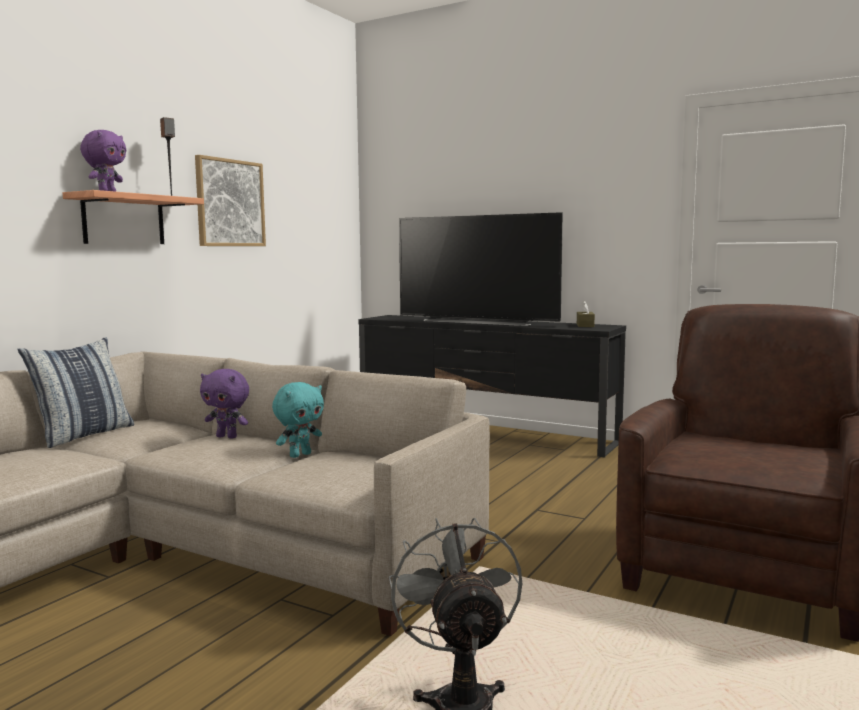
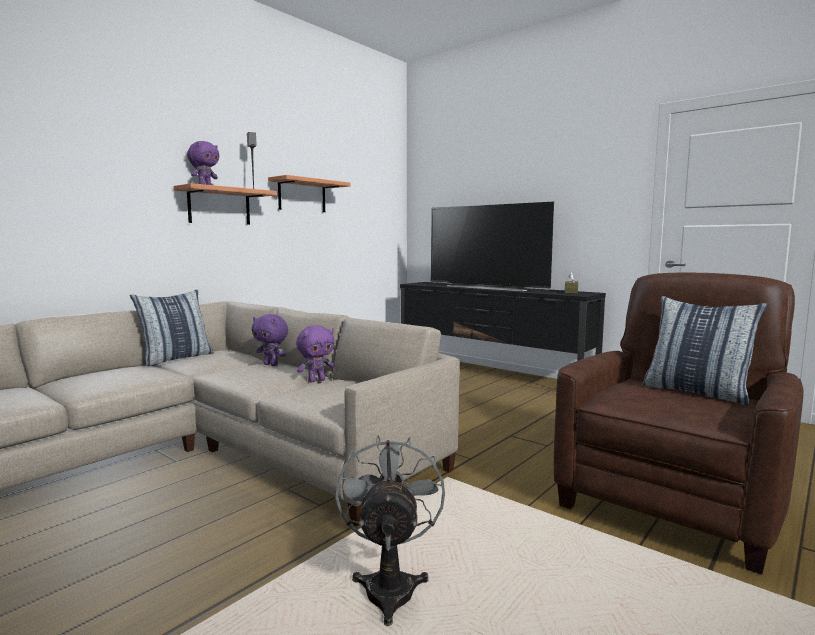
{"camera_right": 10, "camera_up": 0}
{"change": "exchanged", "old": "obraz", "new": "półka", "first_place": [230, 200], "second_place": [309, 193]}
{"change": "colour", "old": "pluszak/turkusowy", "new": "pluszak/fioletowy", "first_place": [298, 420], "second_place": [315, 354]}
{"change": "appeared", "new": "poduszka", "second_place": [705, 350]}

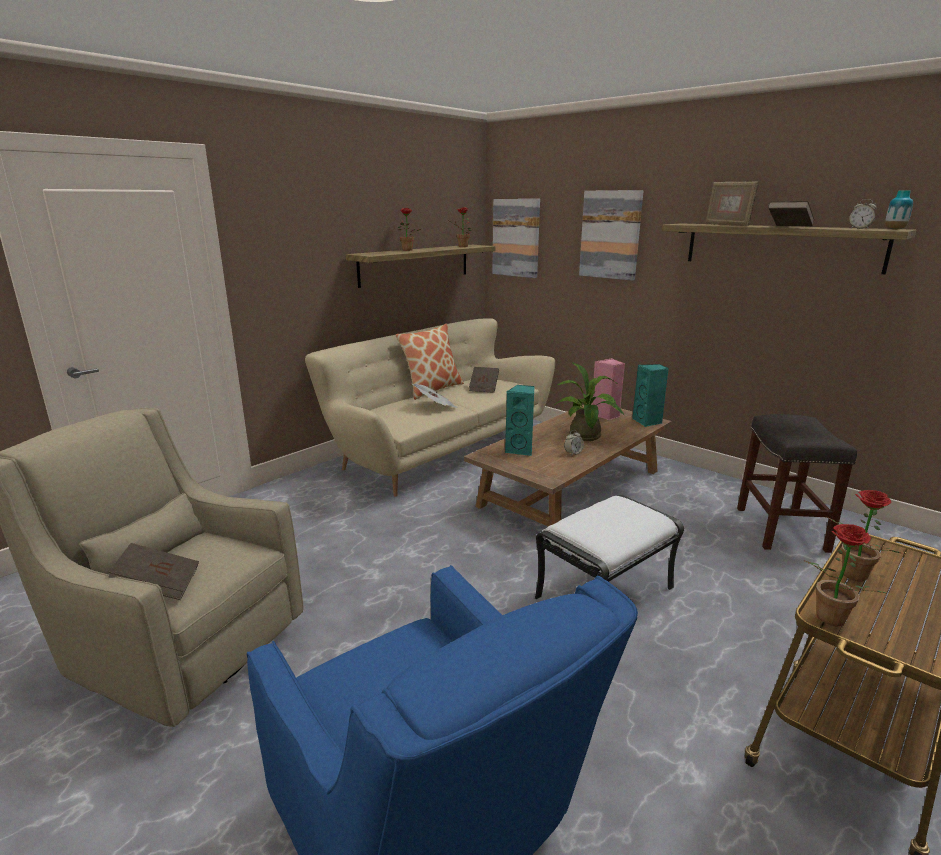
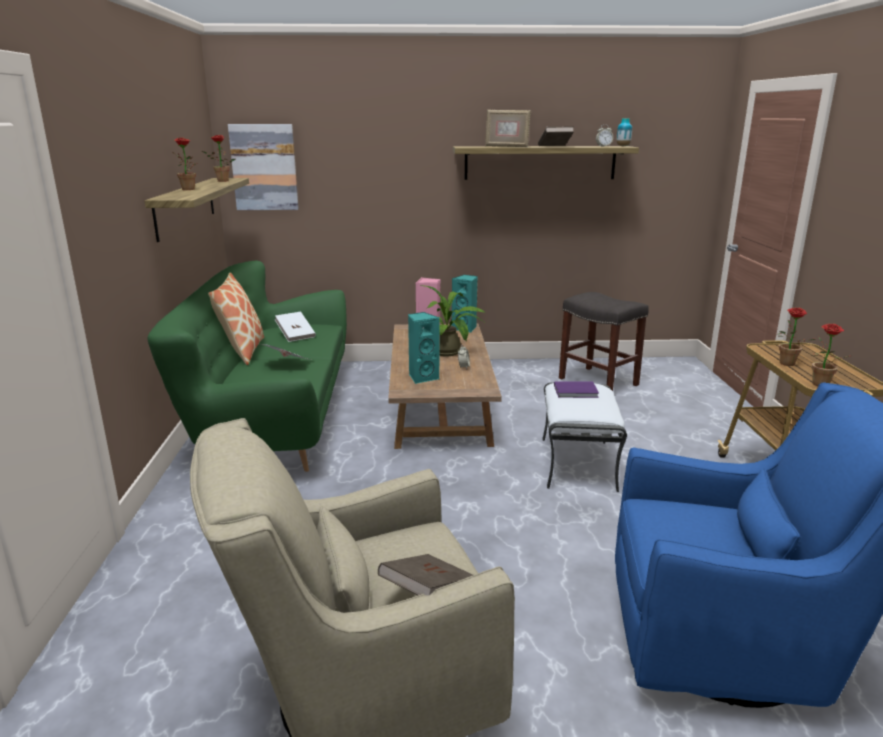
{"camera_right": -45, "camera_up": 0}
{"change": "colour", "old": "kanapa/beżowy", "new": "kanapa/zielony", "first_place": [430, 407], "second_place": [247, 366]}
{"change": "colour", "old": "książka/brązowy", "new": "książka/biały", "first_place": [484, 380], "second_place": [295, 327]}
{"change": "missing", "old": "obraz", "first_place": [611, 235]}
{"change": "appeared", "new": "książka/fioletowy", "second_place": [576, 389]}

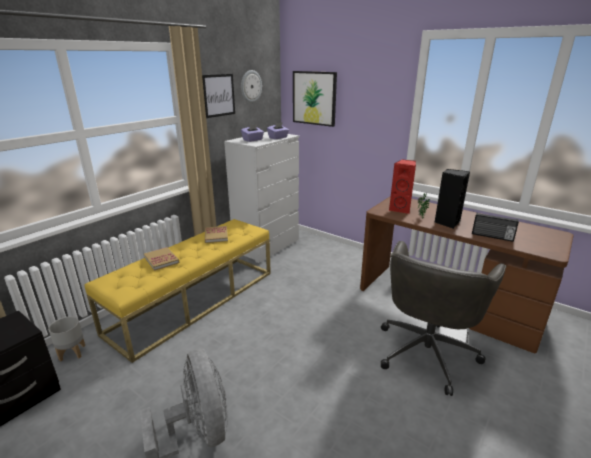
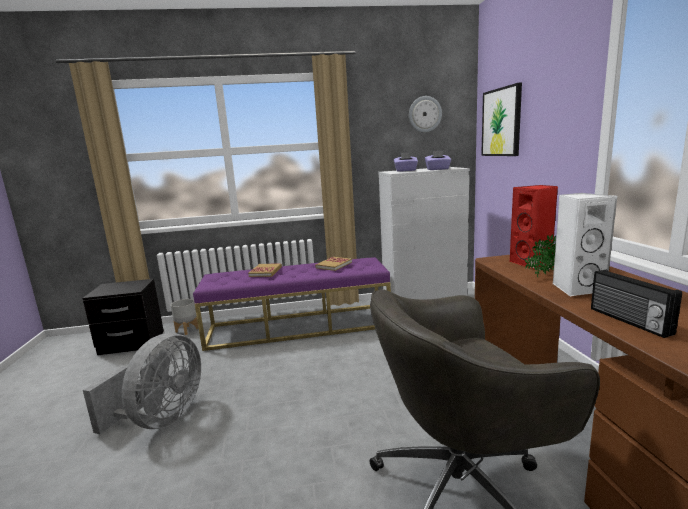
{"camera_right": 45, "camera_up": -10}
{"change": "colour", "old": "ławka/żółty", "new": "ławka/fioletowy", "first_place": [178, 291], "second_place": [292, 304]}
{"change": "missing", "old": "obraz", "first_place": [218, 96]}
{"change": "colour", "old": "głośnik/czarny", "new": "głośnik/biały", "first_place": [452, 199], "second_place": [585, 245]}

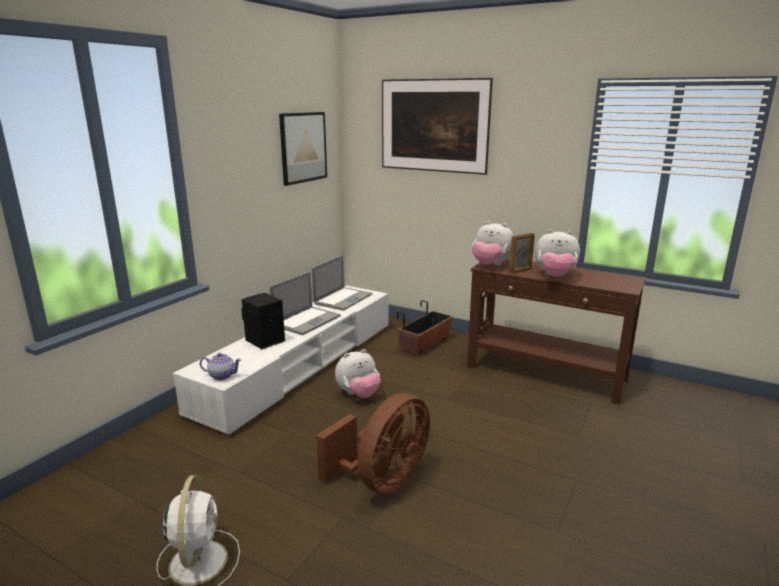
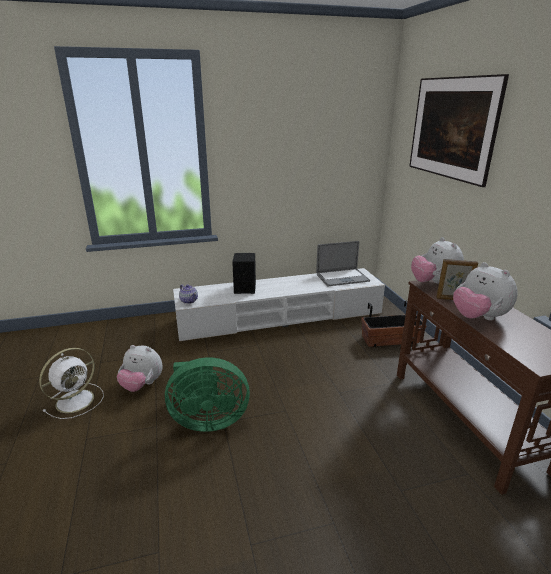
{"camera_right": 45, "camera_up": 5}
{"change": "missing", "old": "laptop", "first_place": [305, 303]}
{"change": "missing", "old": "obraz", "first_place": [303, 149]}
{"change": "colour", "old": "wentylator/brązowy", "new": "wentylator/zielony", "first_place": [373, 443], "second_place": [207, 395]}
{"change": "relocated", "old": "pluszak", "first_place": [358, 373], "second_place": [140, 368]}

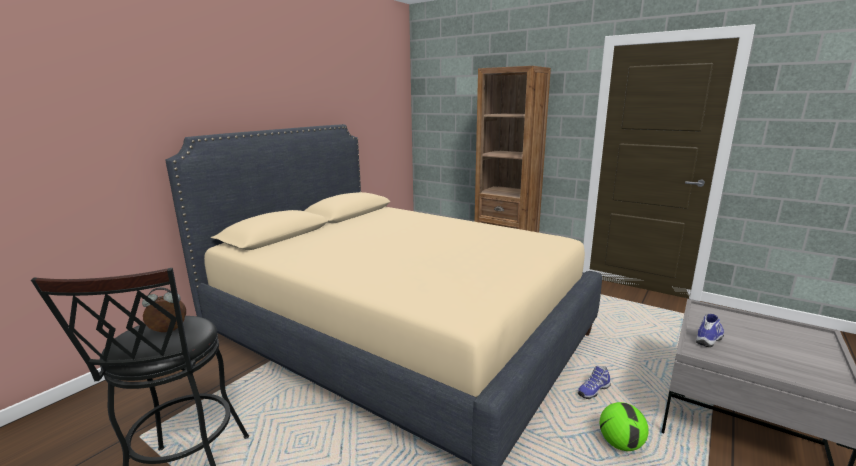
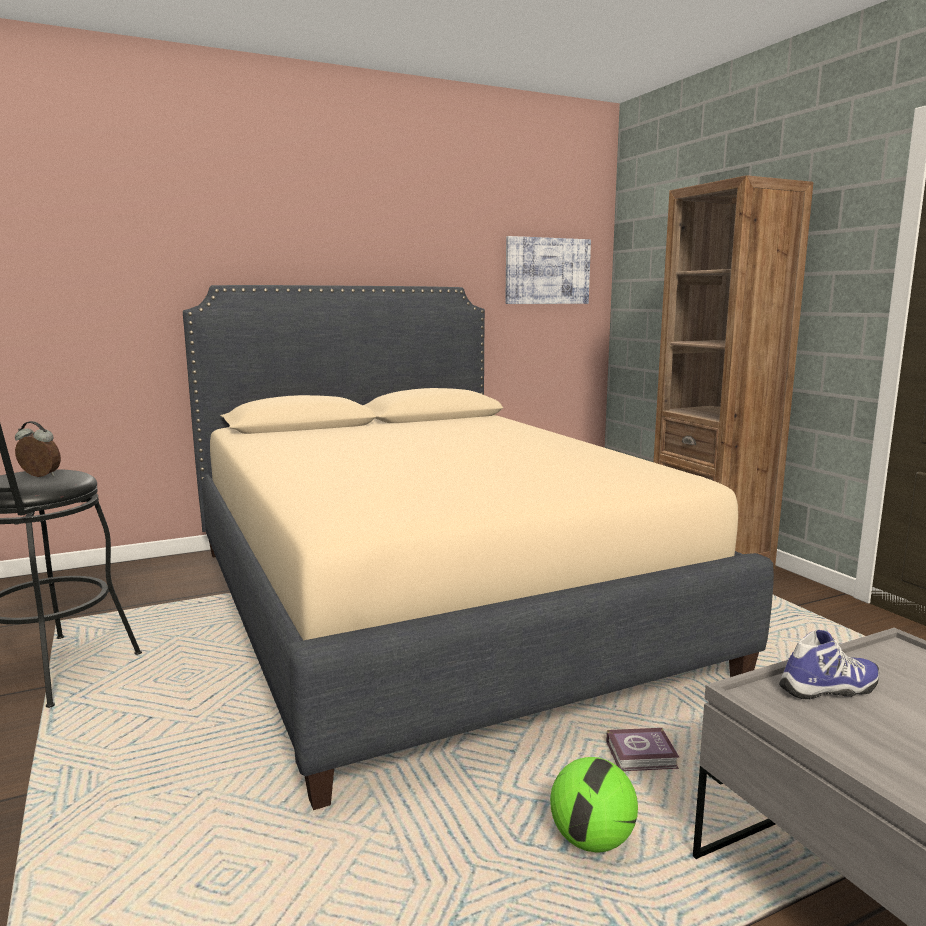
{"camera_right": 30, "camera_up": -5}
{"change": "exchanged", "old": "but", "new": "książka", "first_place": [594, 382], "second_place": [643, 749]}
{"change": "appeared", "new": "obraz", "second_place": [548, 270]}

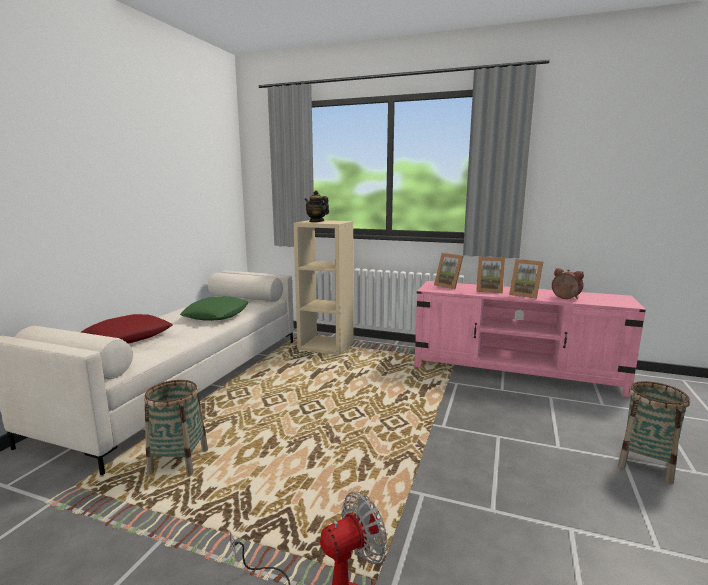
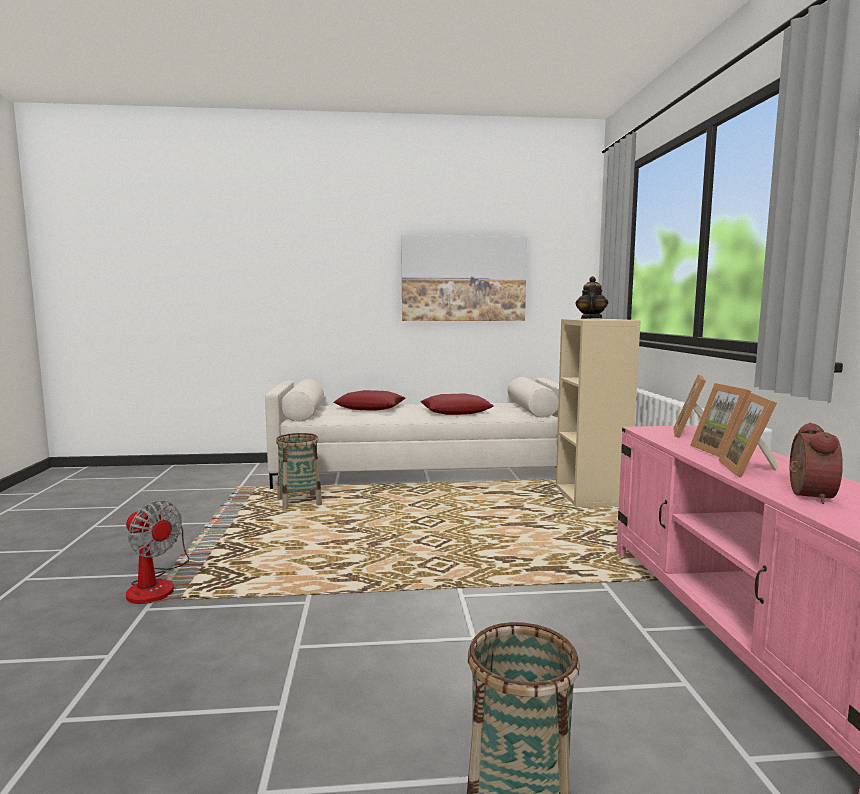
{"camera_right": 65, "camera_up": -5}
{"change": "colour", "old": "poduszka/zielony", "new": "poduszka/czerwony", "first_place": [214, 308], "second_place": [457, 404]}
{"change": "appeared", "new": "obraz", "second_place": [464, 278]}

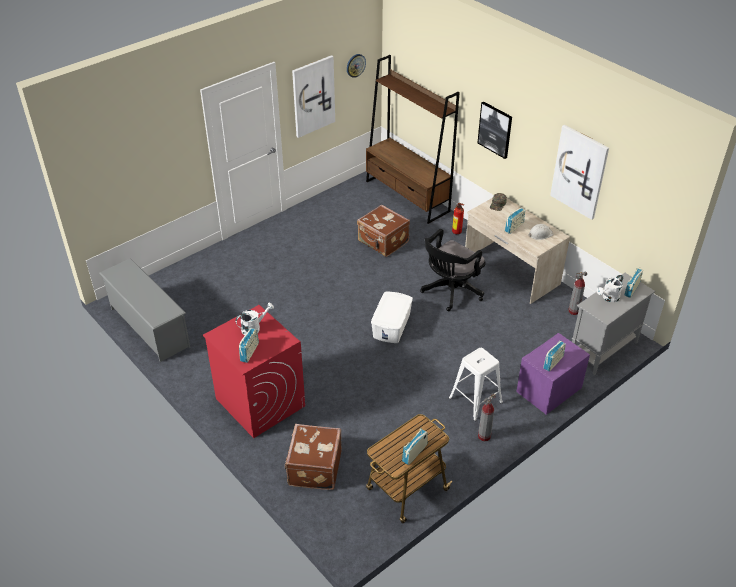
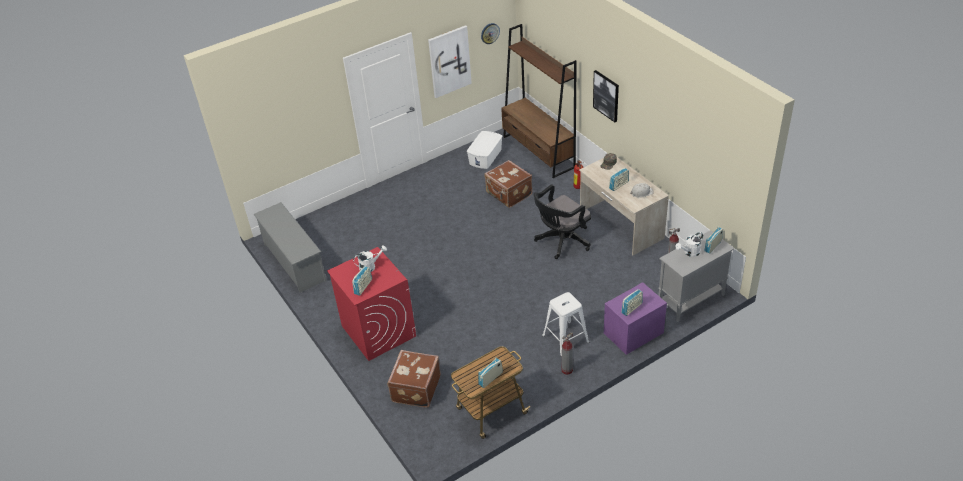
{"camera_right": 10, "camera_up": 0}
{"change": "relocated", "old": "pojemnik do przechowywania/biały", "first_place": [392, 317], "second_place": [484, 150]}
{"change": "missing", "old": "obraz", "first_place": [579, 172]}

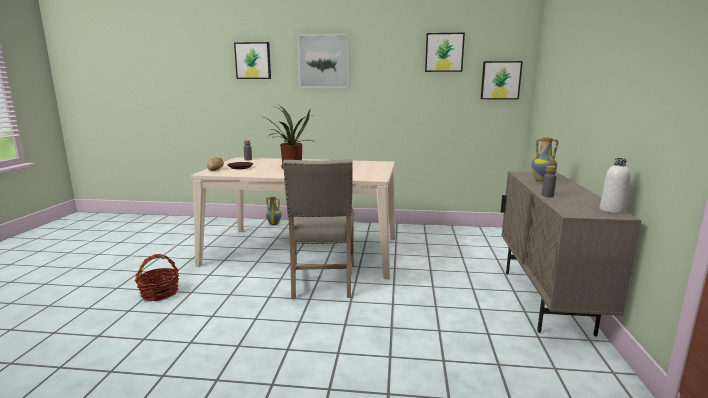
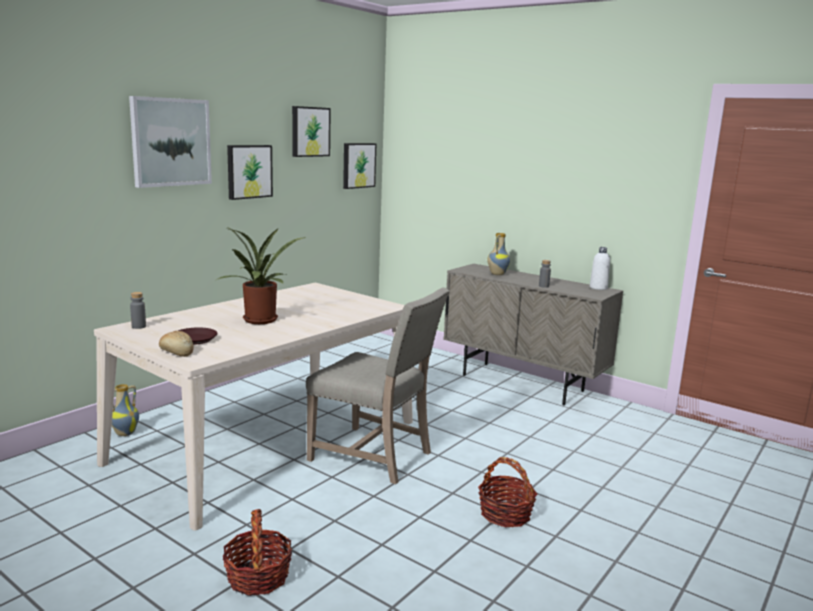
{"camera_right": -60, "camera_up": 0}
{"change": "relocated", "old": "obraz", "first_place": [252, 60], "second_place": [250, 172]}
{"change": "appeared", "new": "koszyk", "second_place": [507, 492]}

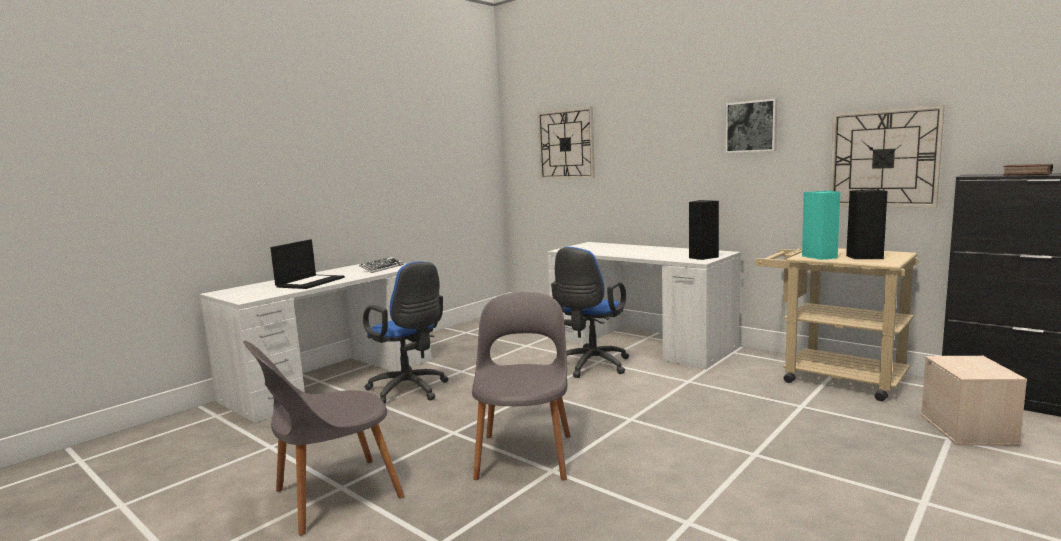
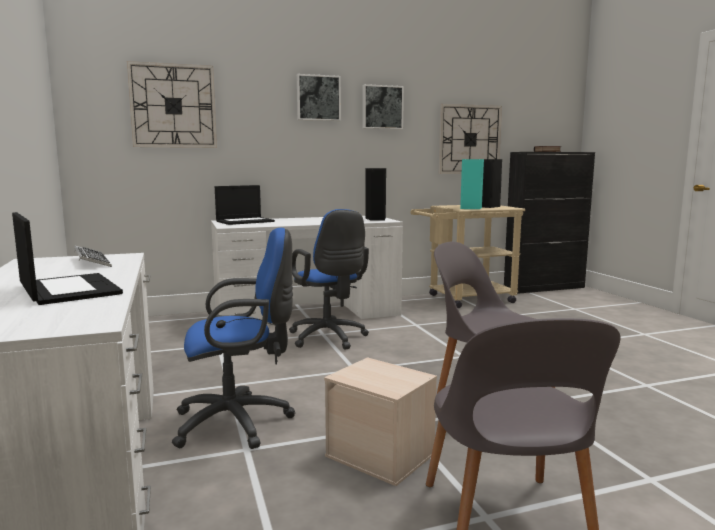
{"camera_right": -60, "camera_up": 0}
{"change": "relocated", "old": "pojemnik do przechowywania/beżowy", "first_place": [974, 401], "second_place": [380, 421]}
{"change": "appeared", "new": "laptop", "second_place": [245, 205]}
{"change": "appeared", "new": "obraz", "second_place": [319, 97]}

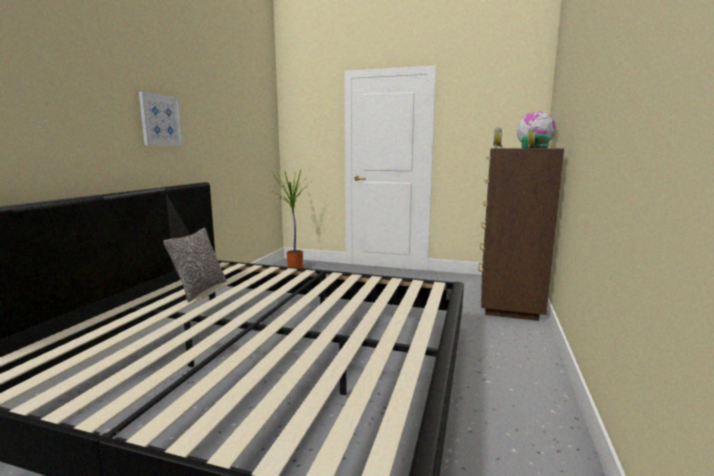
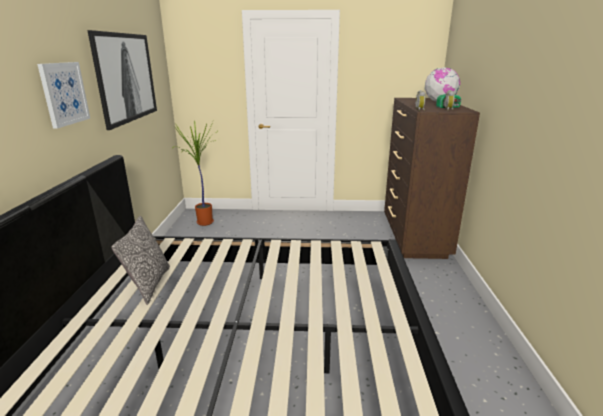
{"camera_right": -15, "camera_up": 10}
{"change": "appeared", "new": "obraz", "second_place": [122, 80]}

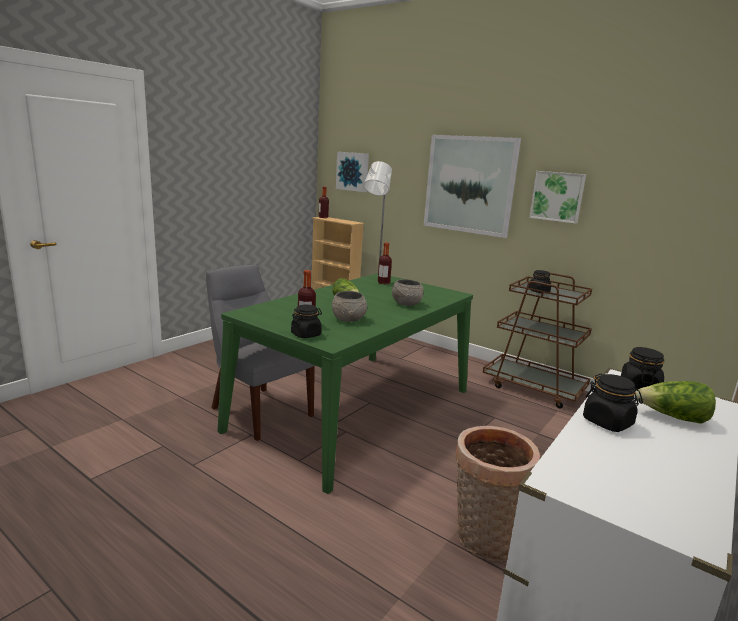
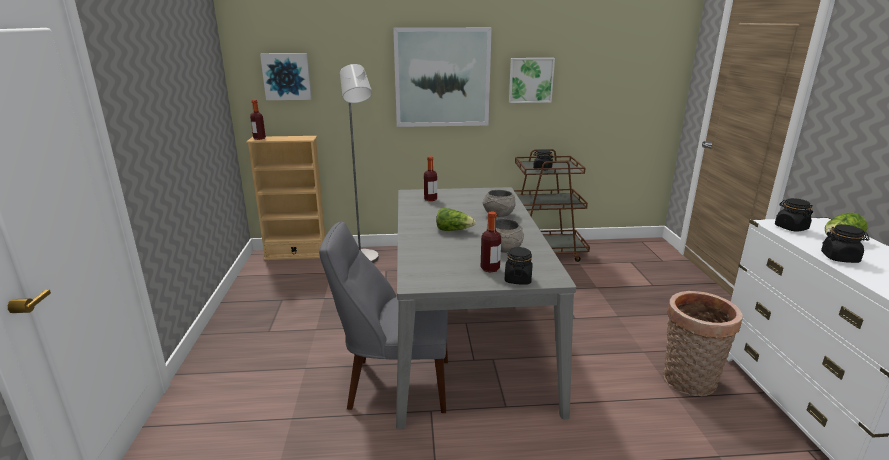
{"camera_right": -40, "camera_up": 5}
{"change": "colour", "old": "stół jadalny/zielony", "new": "stół jadalny/szary", "first_place": [345, 383], "second_place": [486, 308]}

